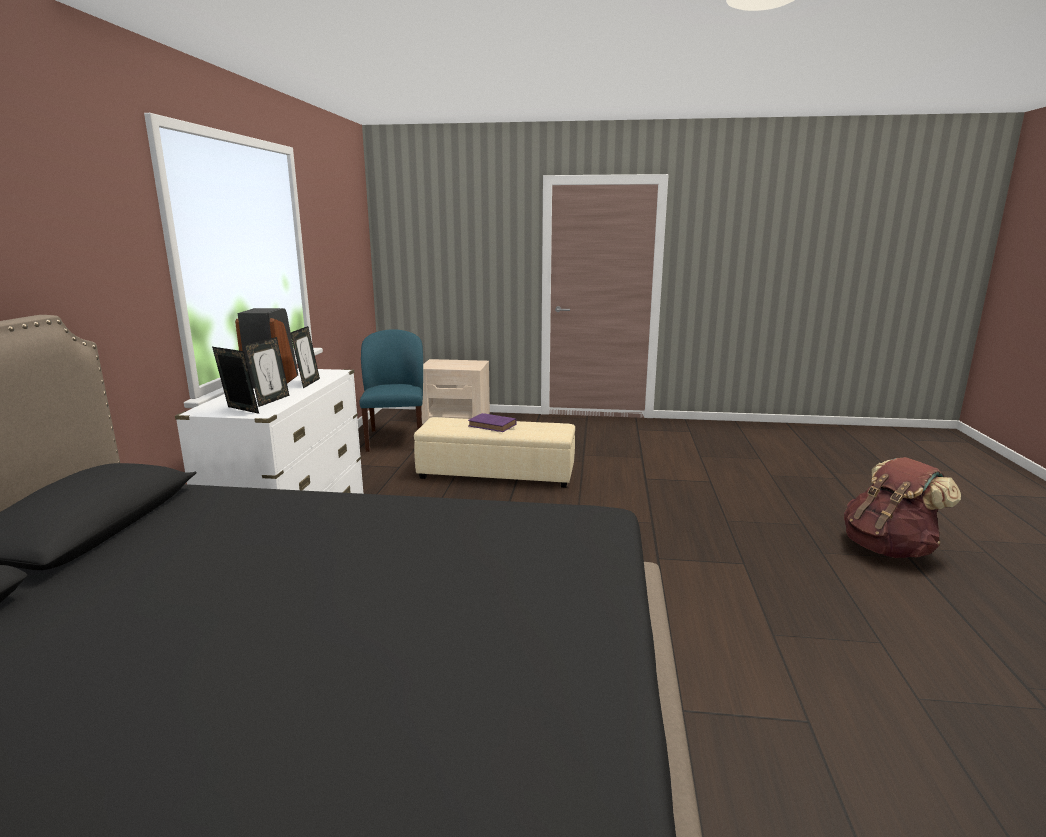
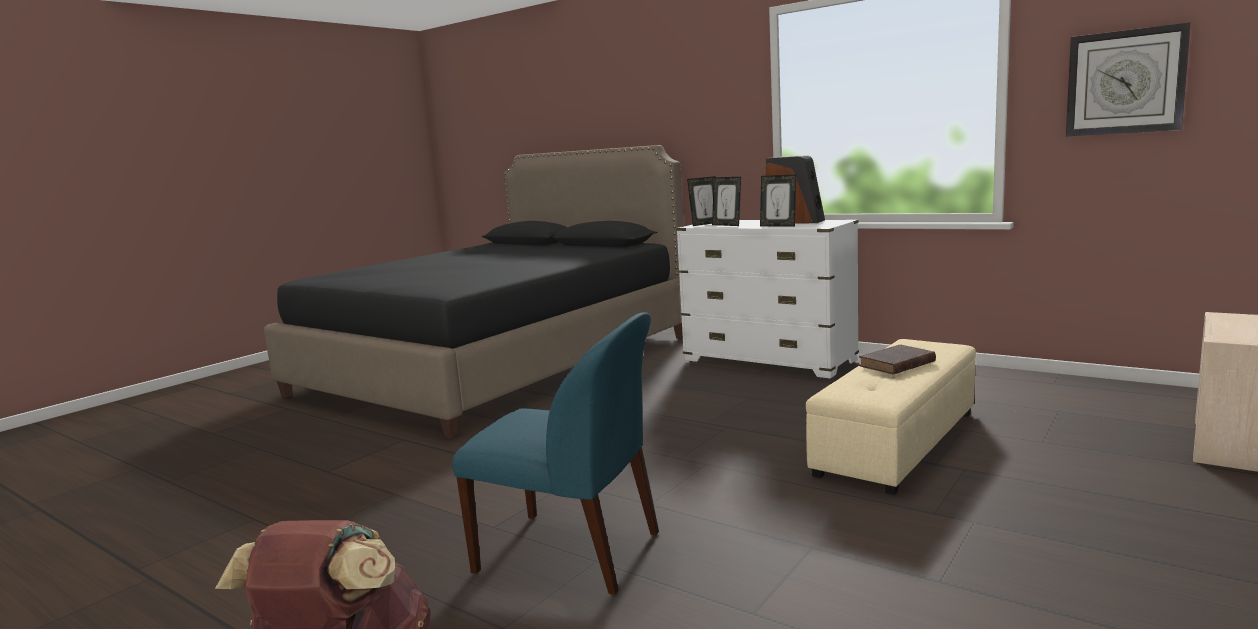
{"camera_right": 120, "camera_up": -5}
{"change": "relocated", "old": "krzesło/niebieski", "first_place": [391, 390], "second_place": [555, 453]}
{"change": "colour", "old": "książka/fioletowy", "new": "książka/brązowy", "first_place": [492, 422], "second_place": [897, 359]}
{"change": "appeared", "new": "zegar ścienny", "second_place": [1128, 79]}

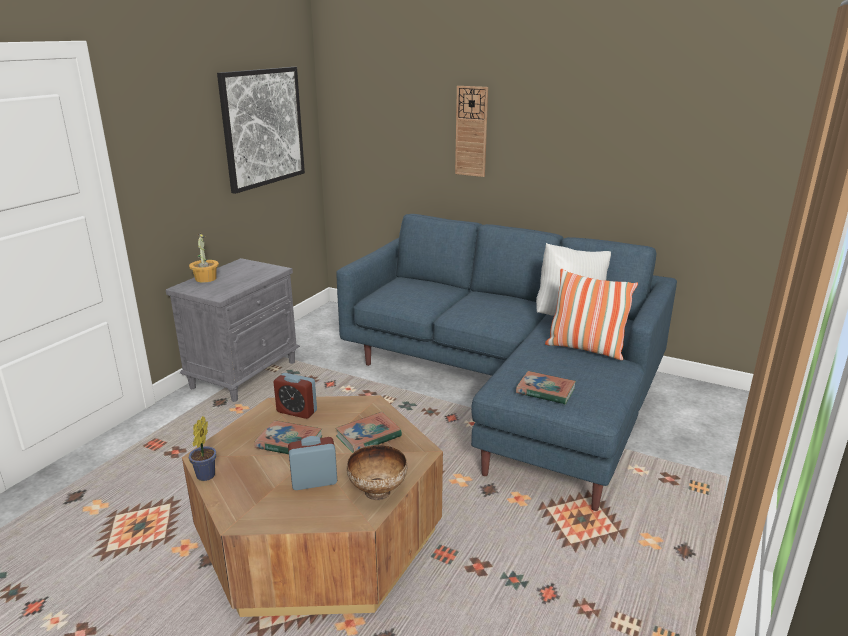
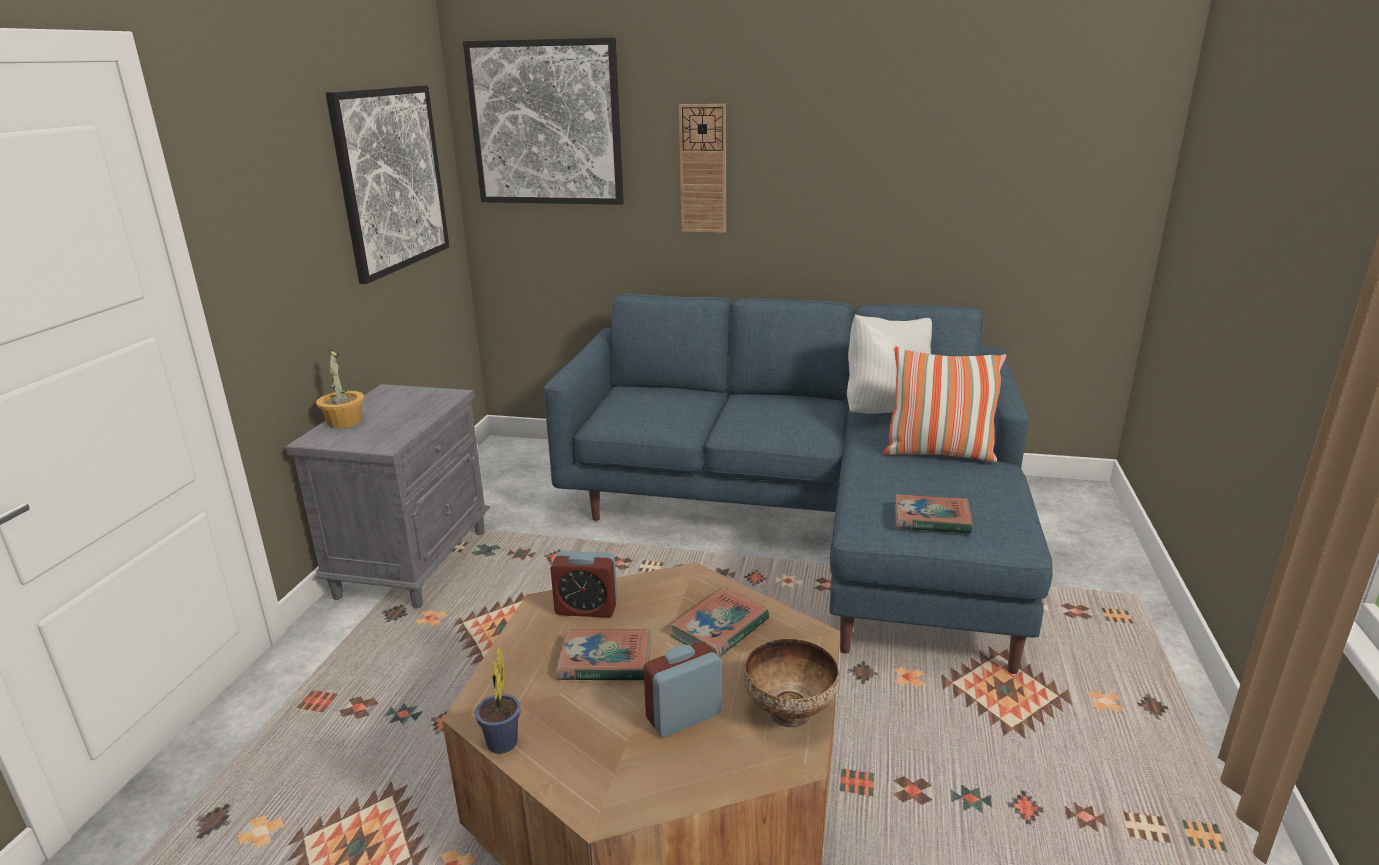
{"camera_right": -15, "camera_up": 0}
{"change": "appeared", "new": "obraz", "second_place": [543, 121]}

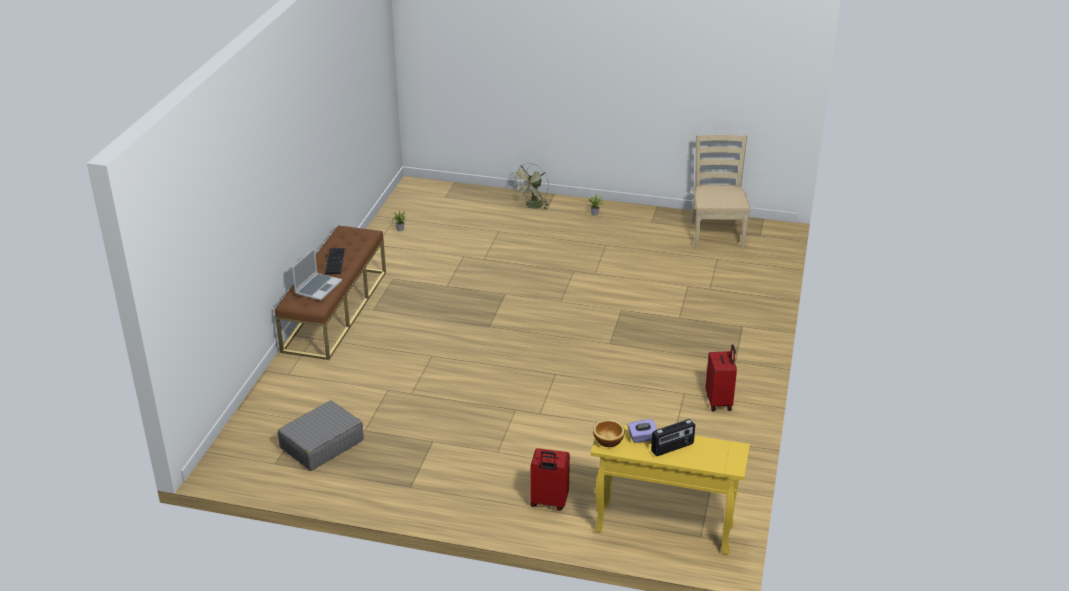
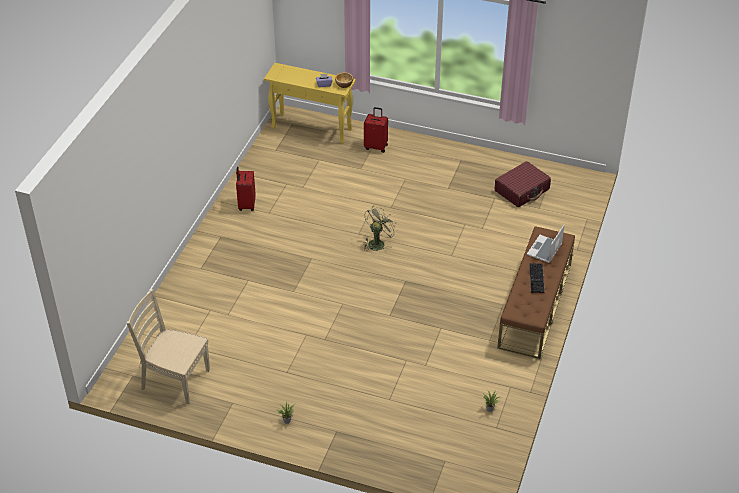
{"camera_right": -175, "camera_up": 10}
{"change": "colour", "old": "walizka/szary", "new": "walizka/czerwony", "first_place": [321, 435], "second_place": [523, 184]}
{"change": "relocated", "old": "wentylator/zielony", "first_place": [530, 186], "second_place": [380, 228]}
{"change": "missing", "old": "radio", "first_place": [673, 437]}
{"change": "spun", "old": "krzesło/beżowy", "first_place": [719, 191], "second_place": [168, 346], "degrees": 105}

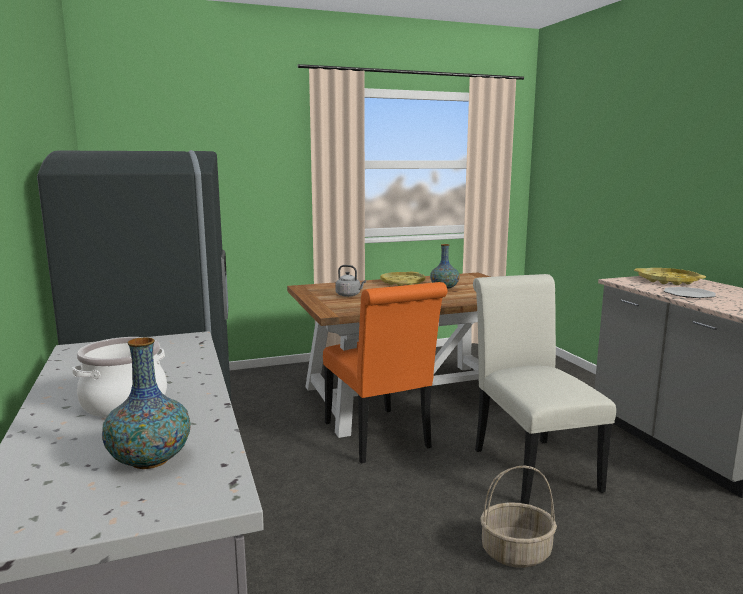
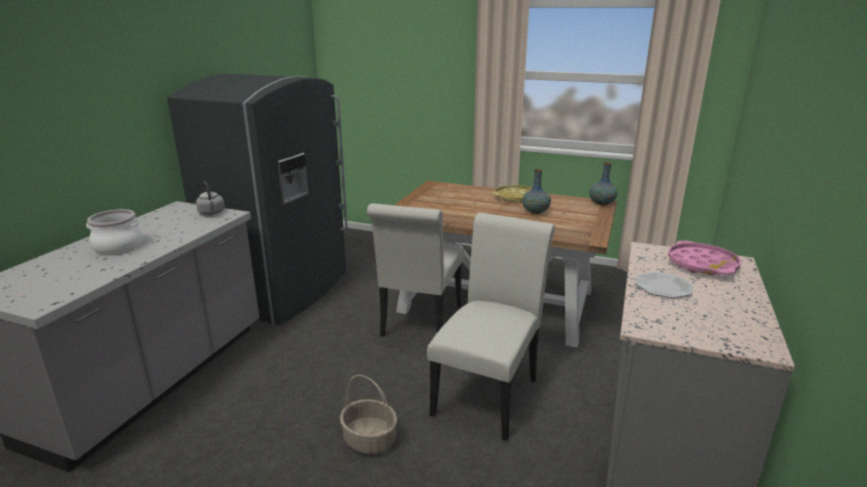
{"camera_right": 40, "camera_up": 10}
{"change": "relocated", "old": "wazon", "first_place": [146, 403], "second_place": [603, 183]}
{"change": "colour", "old": "krzesło/pomarańczowy", "new": "krzesło/biały", "first_place": [385, 373], "second_place": [415, 270]}
{"change": "relocated", "old": "czajnik/szary", "first_place": [350, 281], "second_place": [210, 198]}
{"change": "colour", "old": "taca/żółty", "new": "taca/różowy", "first_place": [670, 276], "second_place": [704, 258]}

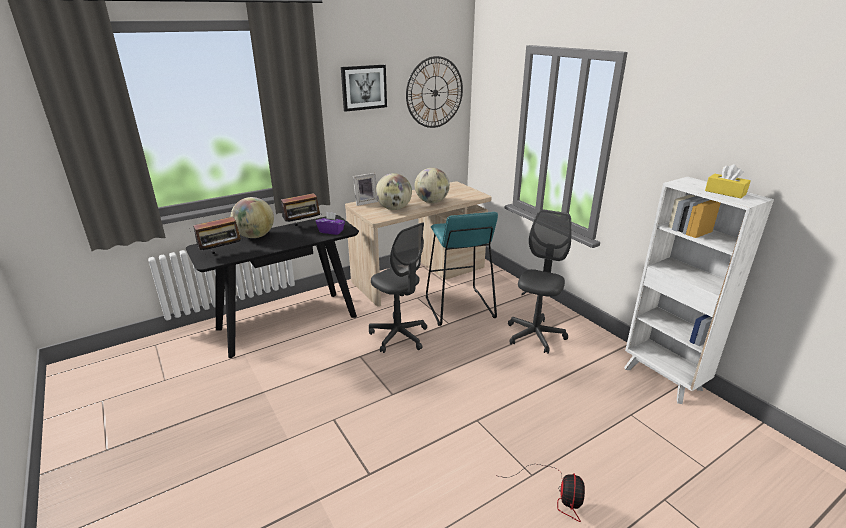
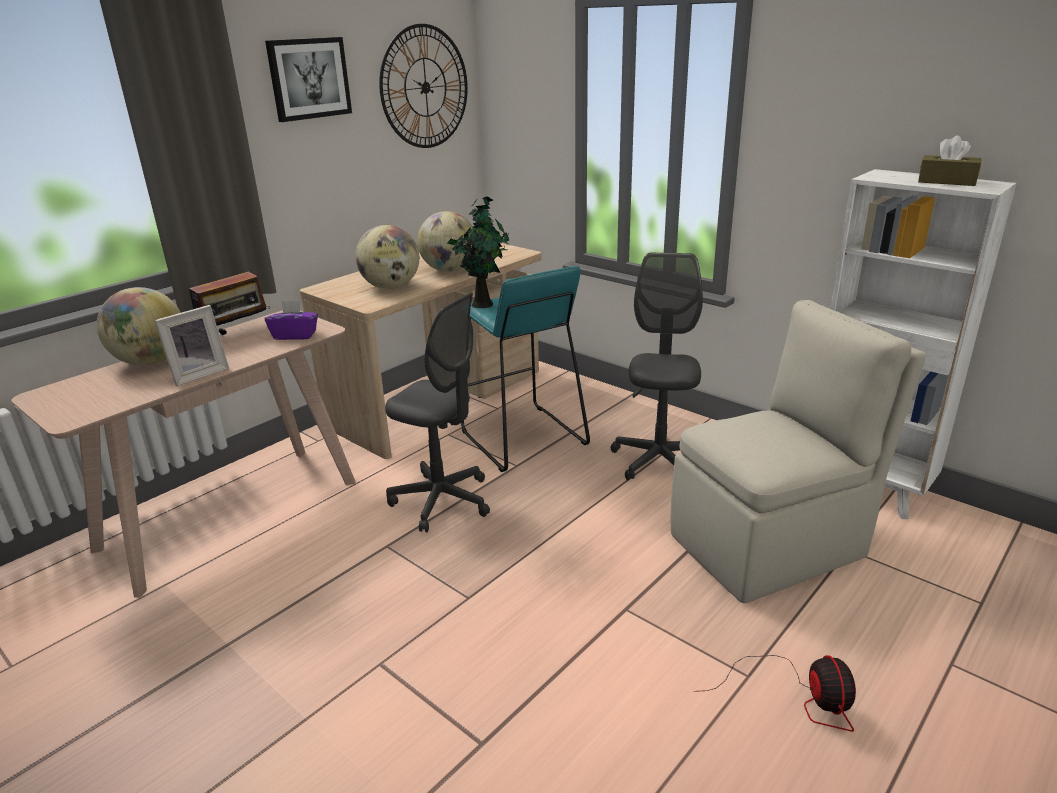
{"camera_right": -15, "camera_up": 0}
{"change": "colour", "old": "stolik konsolowy/czarny", "new": "stolik konsolowy/beżowy", "first_place": [272, 286], "second_place": [183, 454]}
{"change": "missing", "old": "radio", "first_place": [217, 235]}
{"change": "relocated", "old": "ramka na zdjęcie", "first_place": [365, 189], "second_place": [191, 345]}
{"change": "colour", "old": "pudełko chusteczek/żółty", "new": "pudełko chusteczek/brązowy", "first_place": [728, 181], "second_place": [949, 161]}
{"change": "appeared", "new": "roślina doniczkowa", "second_place": [478, 252]}
{"change": "appeared", "new": "krzesło/beżowy", "second_place": [798, 451]}

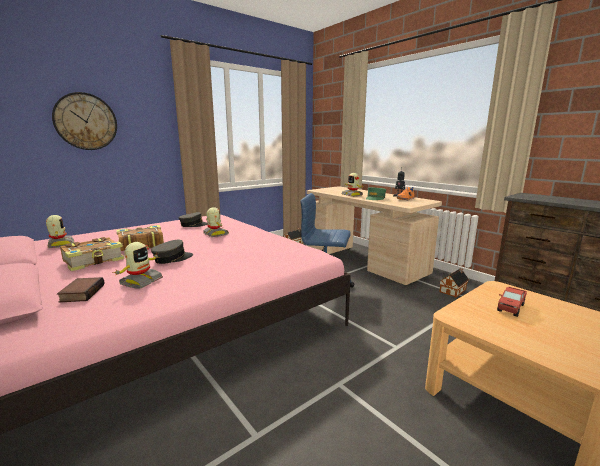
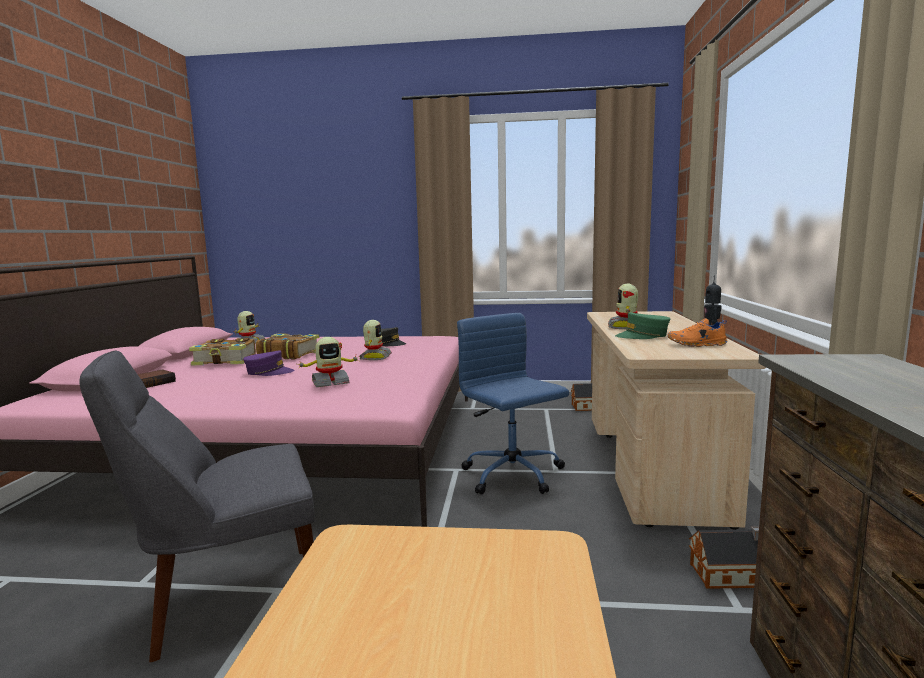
{"camera_right": 45, "camera_up": -5}
{"change": "missing", "old": "zegar ścienny", "first_place": [84, 121]}
{"change": "relocated", "old": "robot zabawkowy", "first_place": [137, 265], "second_place": [329, 362]}
{"change": "colour", "old": "czapka z daszkiem/szary", "new": "czapka z daszkiem/fioletowy", "first_place": [172, 252], "second_place": [268, 363]}
{"change": "missing", "old": "ciężarówka zabawkowa", "first_place": [512, 302]}
{"change": "appeared", "new": "krzesło/szary", "second_place": [197, 506]}

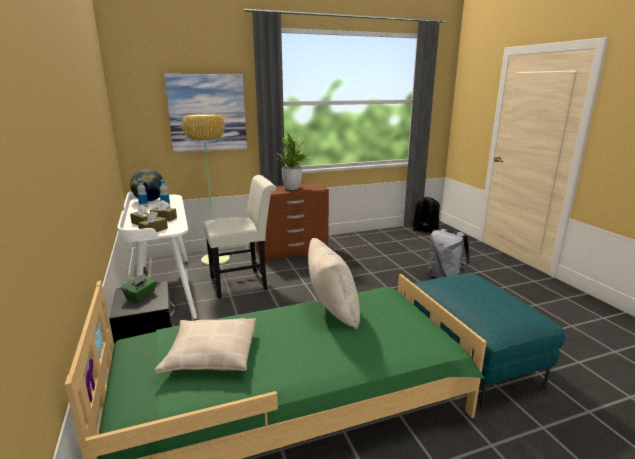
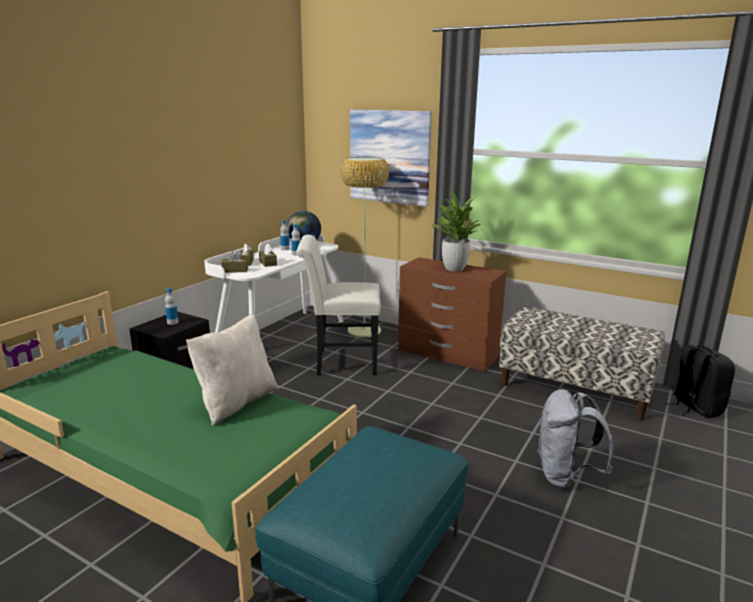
{"camera_right": 50, "camera_up": 0}
{"change": "exchanged", "old": "pudełko chusteczek/zielony", "new": "butelka", "first_place": [139, 288], "second_place": [172, 306]}
{"change": "missing", "old": "poduszka/beżowy", "first_place": [205, 345]}
{"change": "spun", "old": "krzesło/biały", "first_place": [239, 237], "second_place": [338, 305], "degrees": 150}
{"change": "appeared", "new": "ławka", "second_place": [582, 363]}

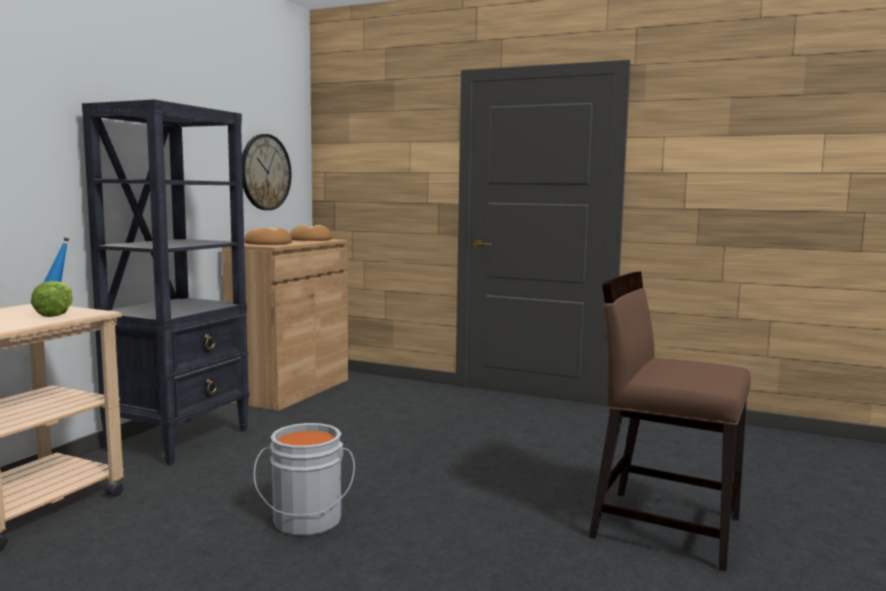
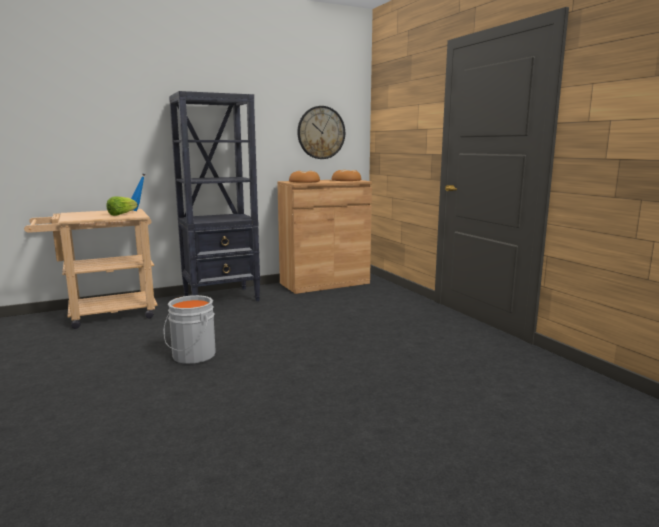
{"camera_right": 40, "camera_up": 5}
{"change": "missing", "old": "krzesło/brązowy", "first_place": [670, 421]}

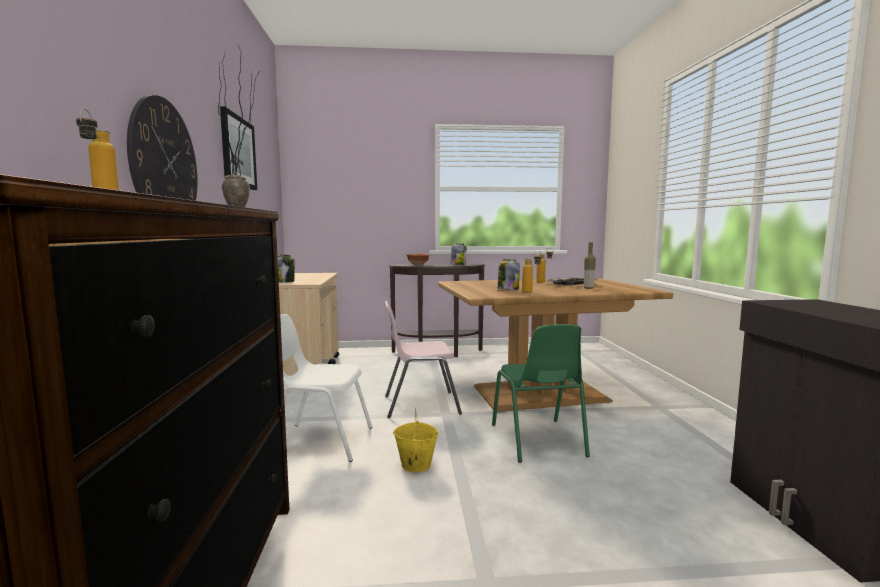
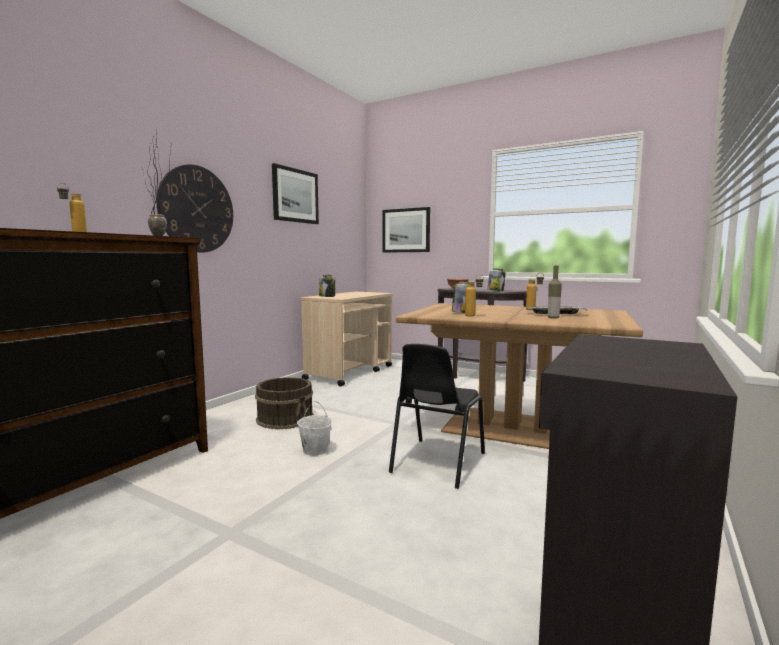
{"camera_right": 35, "camera_up": 0}
{"change": "exchanged", "old": "krzesło/biały", "new": "wiadro/brązowy", "first_place": [326, 388], "second_place": [284, 403]}
{"change": "missing", "old": "krzesło/różowy", "first_place": [423, 359]}
{"change": "colour", "old": "wiadro/żółty", "new": "wiadro/biały", "first_place": [416, 440], "second_place": [314, 428]}
{"change": "colour", "old": "krzesło/zielony", "new": "krzesło/czarny", "first_place": [541, 393], "second_place": [437, 416]}
{"change": "appeared", "new": "obraz", "second_place": [406, 230]}

